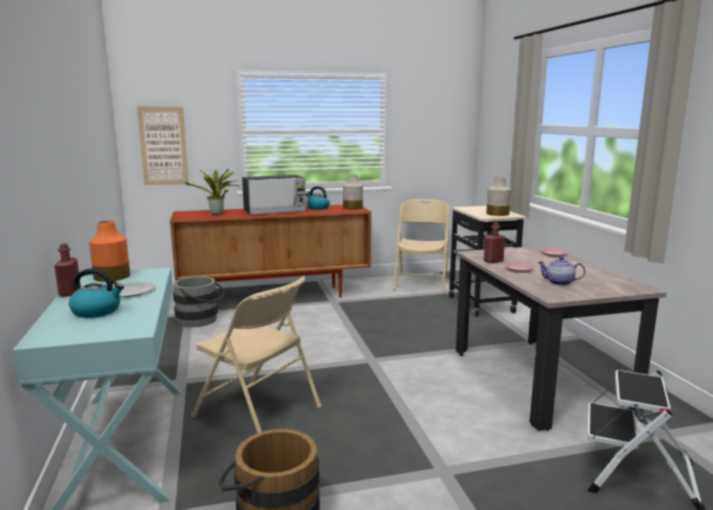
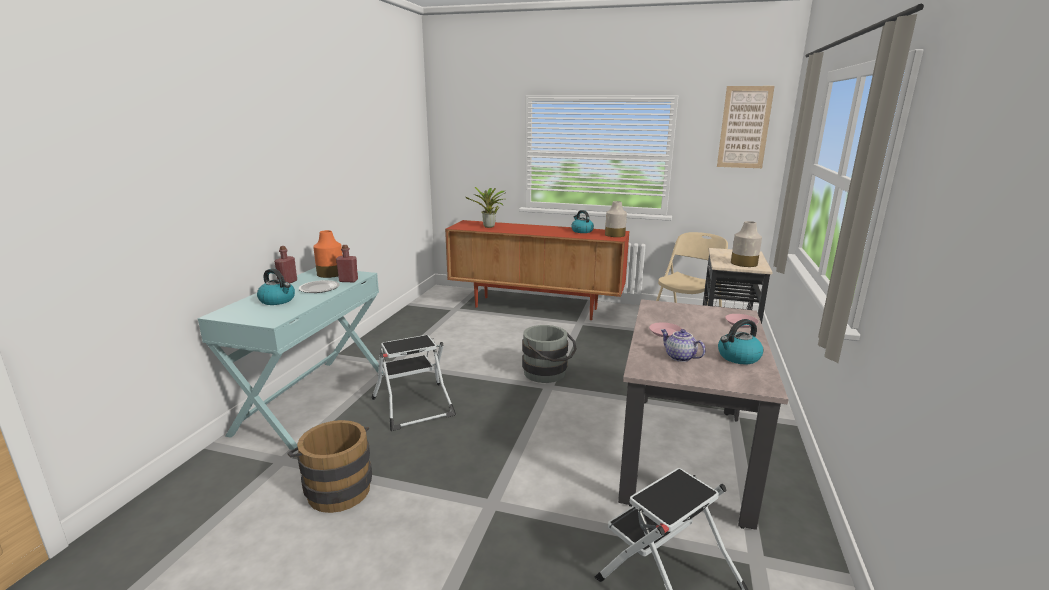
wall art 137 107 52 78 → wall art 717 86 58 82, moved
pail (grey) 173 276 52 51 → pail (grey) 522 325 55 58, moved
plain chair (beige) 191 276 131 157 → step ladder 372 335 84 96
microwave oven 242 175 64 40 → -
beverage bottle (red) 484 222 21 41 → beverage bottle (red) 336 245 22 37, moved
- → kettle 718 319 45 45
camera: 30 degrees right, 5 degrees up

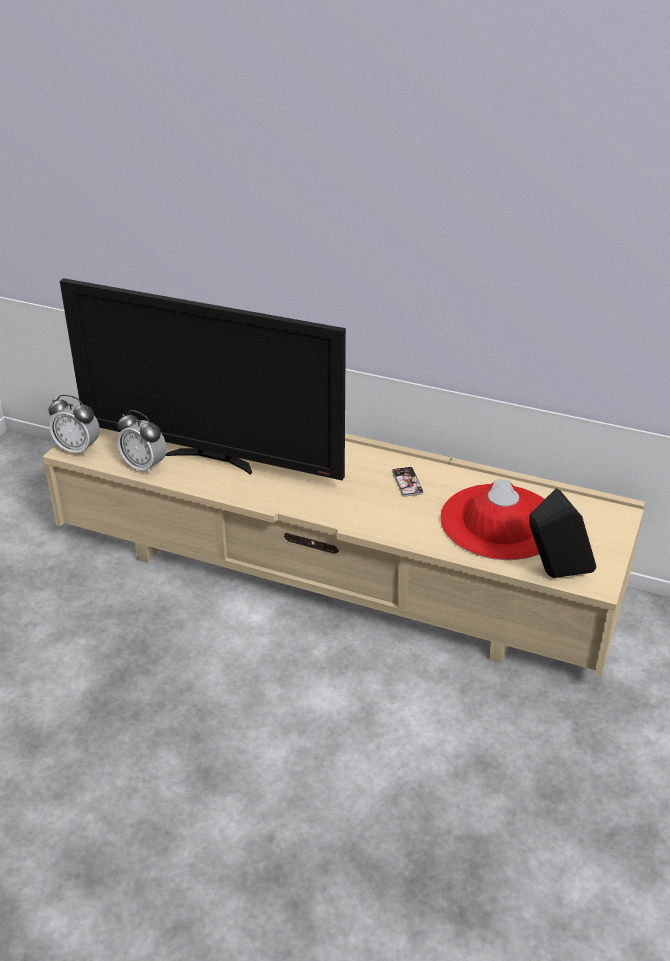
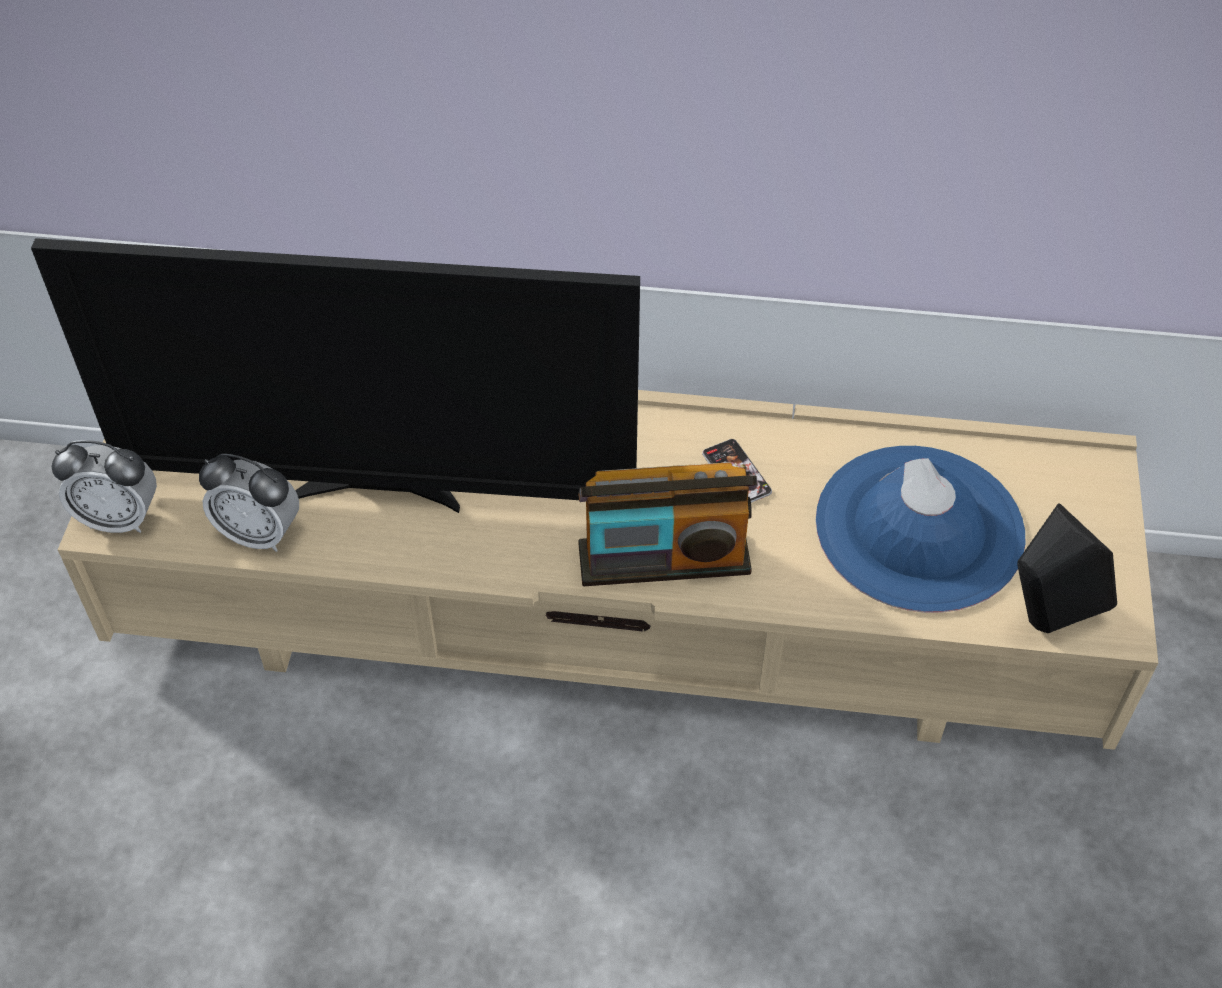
wearable hat (red) 440 480 105 80 → wearable hat (bluish) 815 446 210 167
- → radio 578 462 180 124
camera: 15 degrees left, 15 degrees up

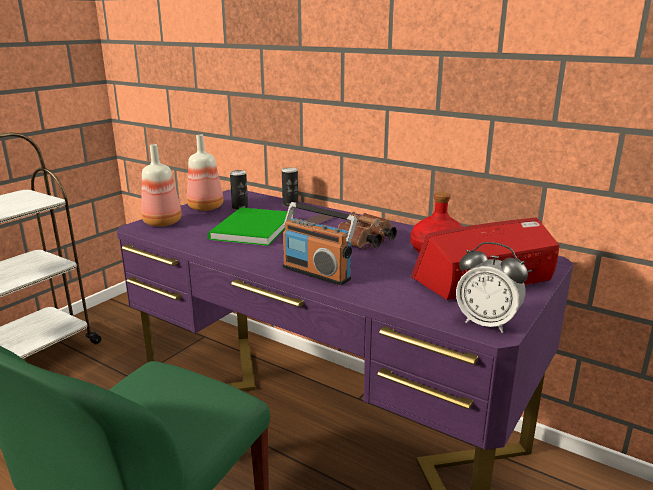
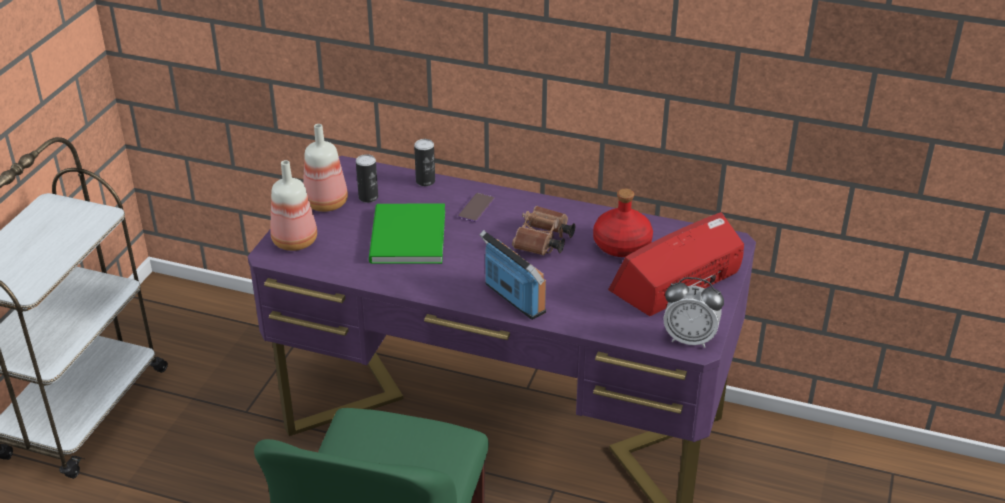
radio 283 202 74 84 → radio 479 230 67 90, 150 degrees counterclockwise
camera: 15 degrees left, 15 degrees up

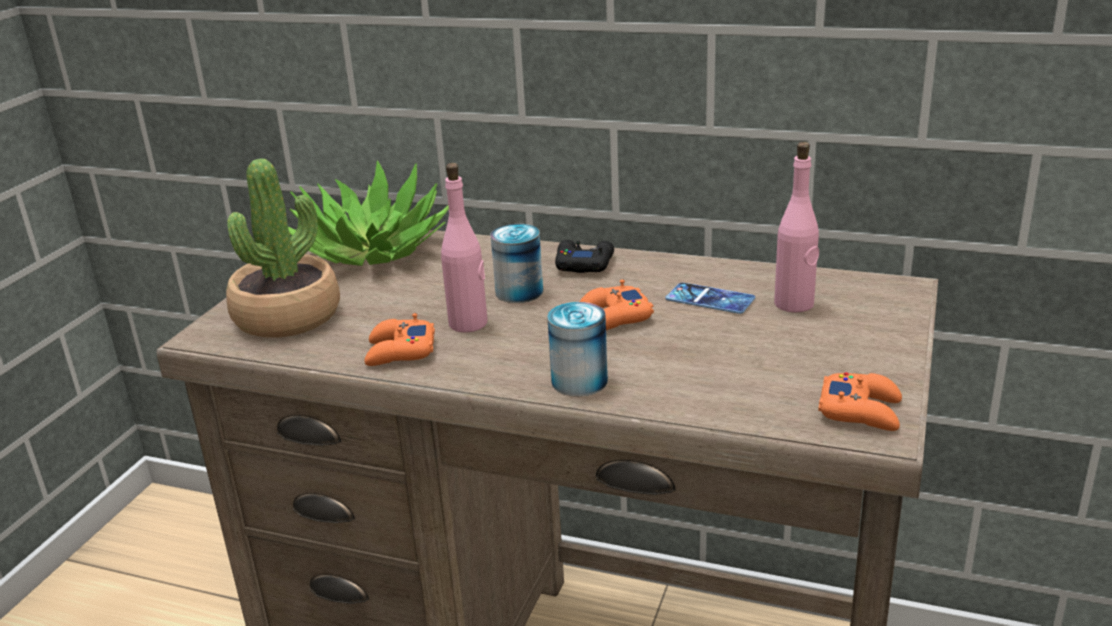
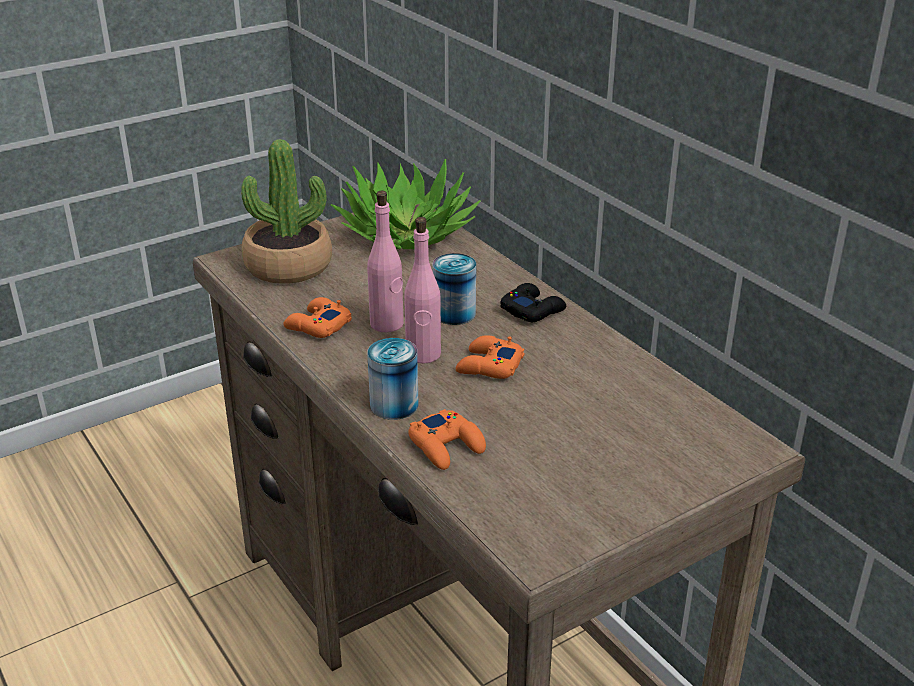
telephone 665 282 90 32 → -
beverage bottle (pink-coloured) 774 142 45 171 → beverage bottle (pink-coloured) 404 217 37 147, moved
game controller (orange-coloured) 818 372 84 59 → game controller (orange-coloured) 408 409 78 61, moved
camera: 35 degrees right, 5 degrees up

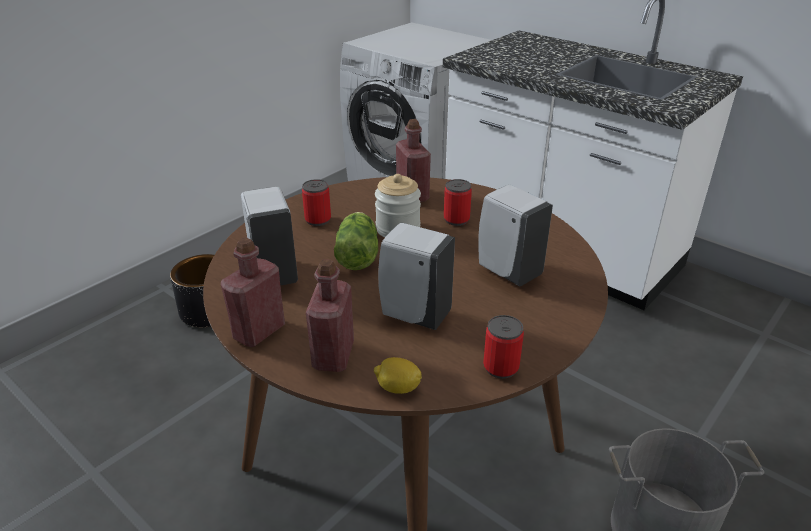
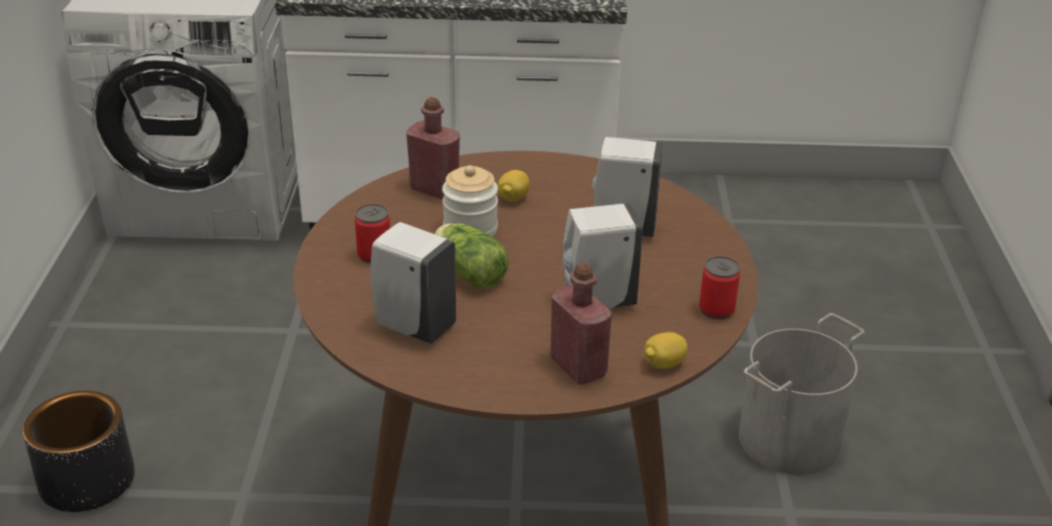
beverage bottle (red) 221 237 64 110 → -
can 444 179 28 47 → whole lemon 497 170 33 31
camera: 40 degrees left, 0 degrees up

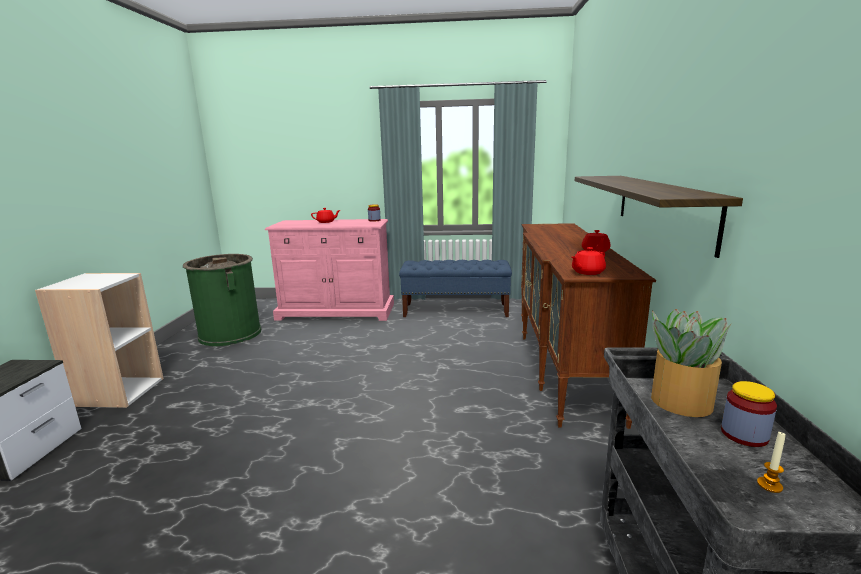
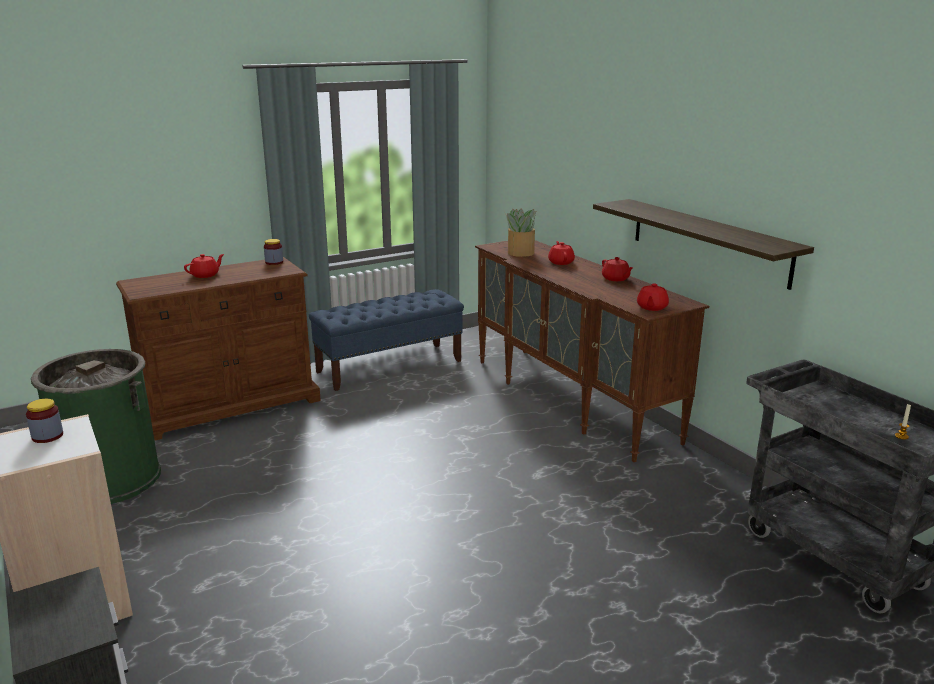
drawer chest (pink-coloured) 265 219 129 102 → drawer chest (brown-coloured) 116 257 205 184
plant in a pot 651 309 80 108 → plant in a pot 505 208 32 49, moved
storage jar 721 381 56 66 → storage jar 26 399 37 44, moved
- → tea pot (red) 548 241 27 24
camera: 35 degrees left, 5 degrees up

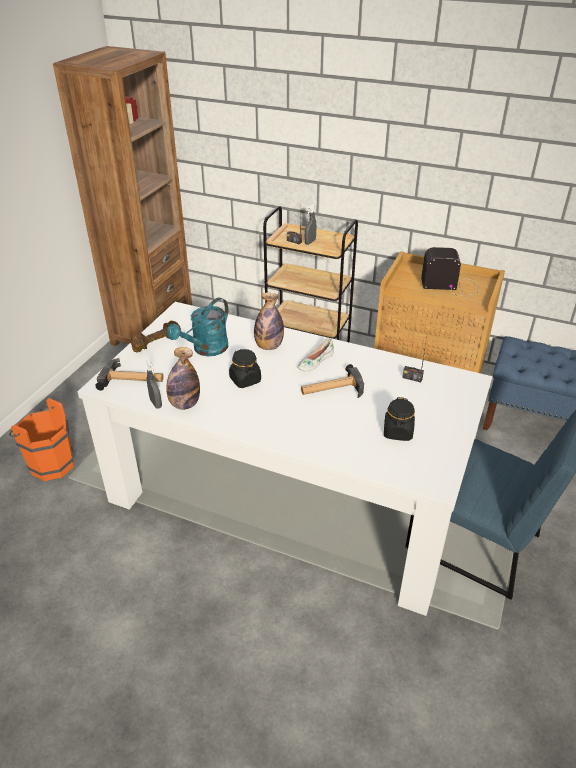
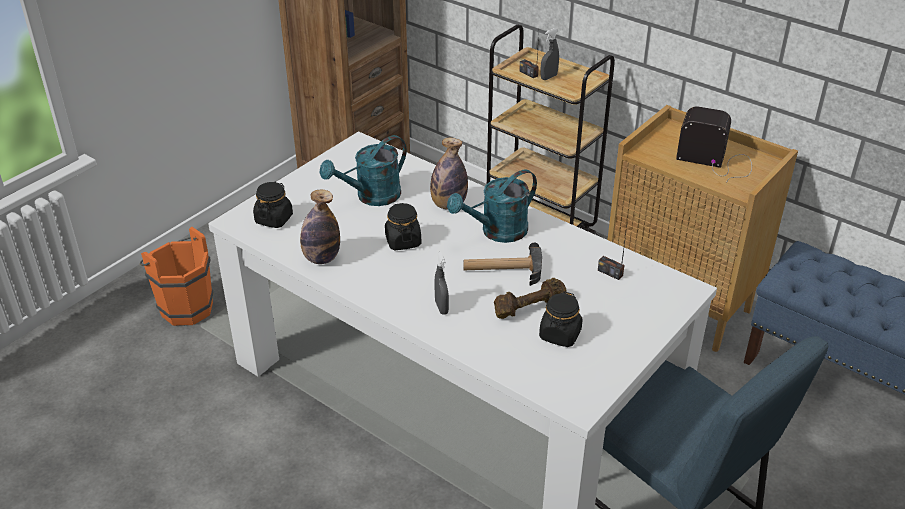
hammer 95 358 68 33 → storage jar (black) 253 182 40 46
hand weight (brown-coloured) 130 320 51 32 → hand weight (brown-coloured) 494 278 73 41, moved
spray bottle (grey) 146 359 16 49 → spray bottle (grey) 435 252 14 63, moved
item of footwear (whitish) 298 338 36 34 → sprinkling can (turquoise-coloured) 447 169 90 74
camera: 15 degrees right, 0 degrees up

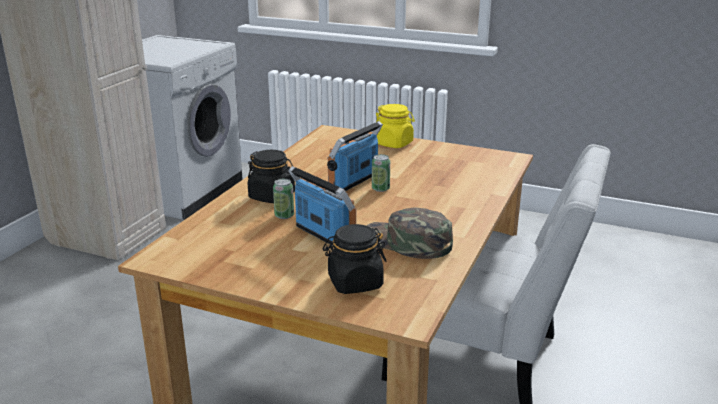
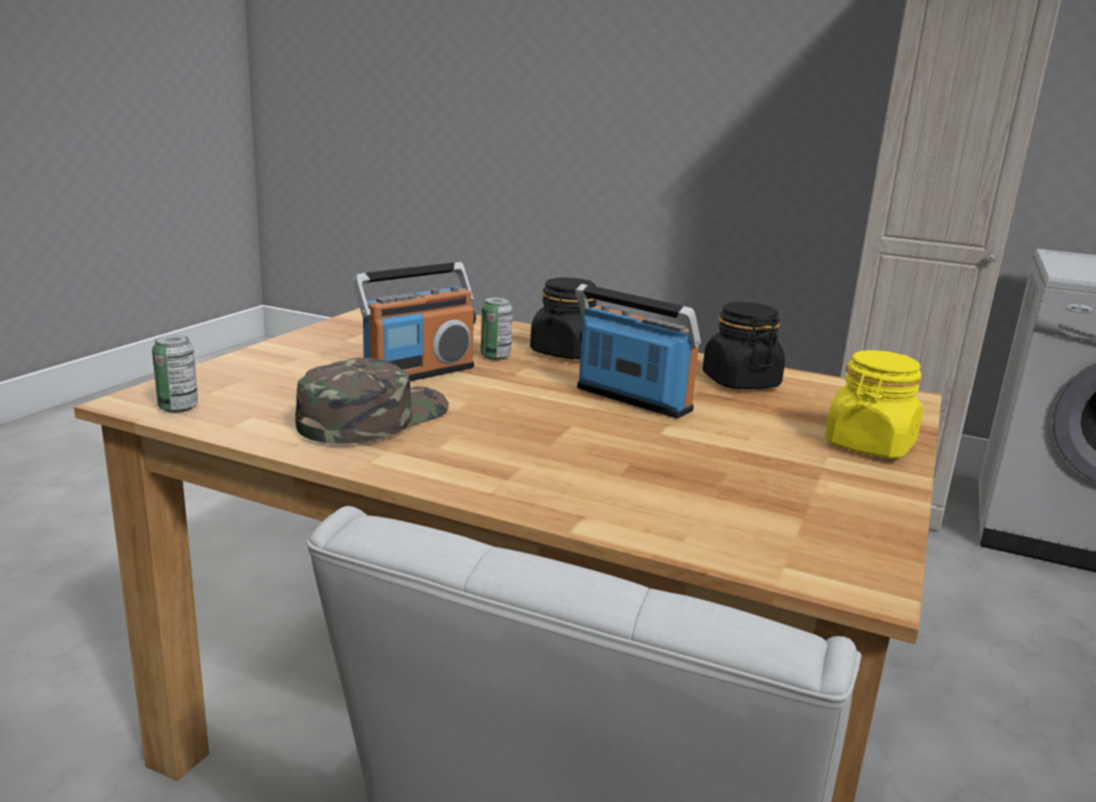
storage jar (black) 323 224 64 70 → storage jar (black) 703 302 82 87, moved
can 372 154 18 38 → can 152 335 46 78, moved
camera: 90 degrees right, 5 degrees down

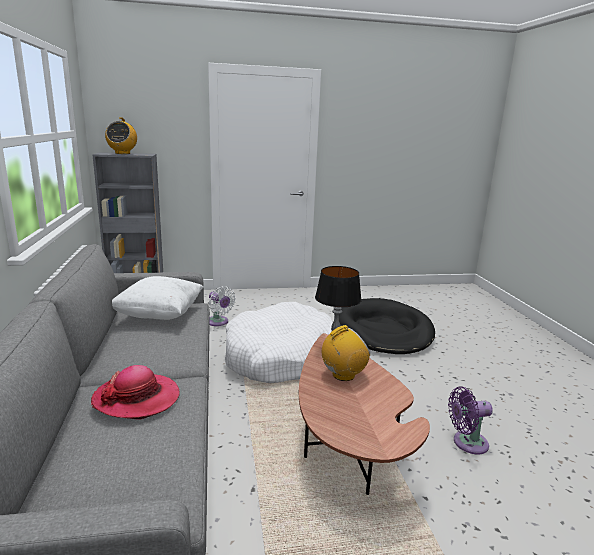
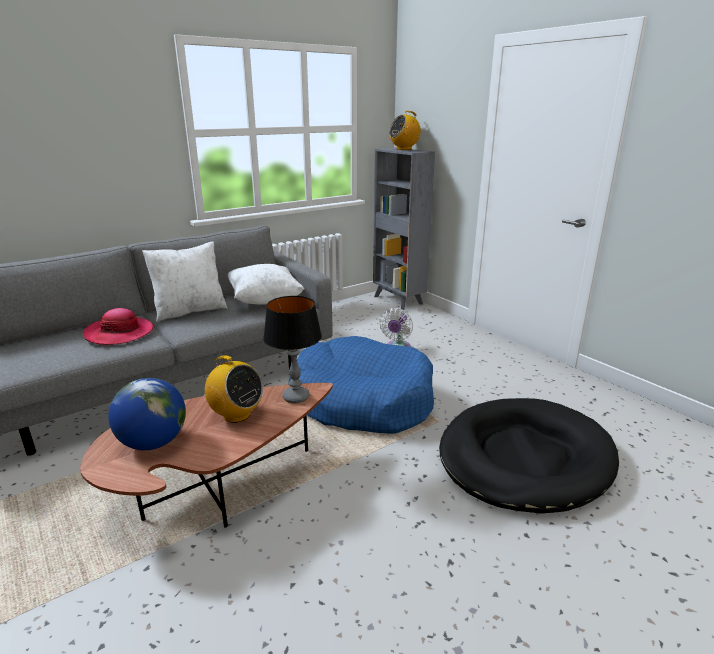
pet bed (whitish) 225 302 108 82 → pet bed (bluish) 288 336 146 98
fan (purple) 448 386 45 68 → -
- → world globe 108 378 78 72
- → cushion (whitish) 142 242 86 80
camera: 65 degrees right, 5 degrees up

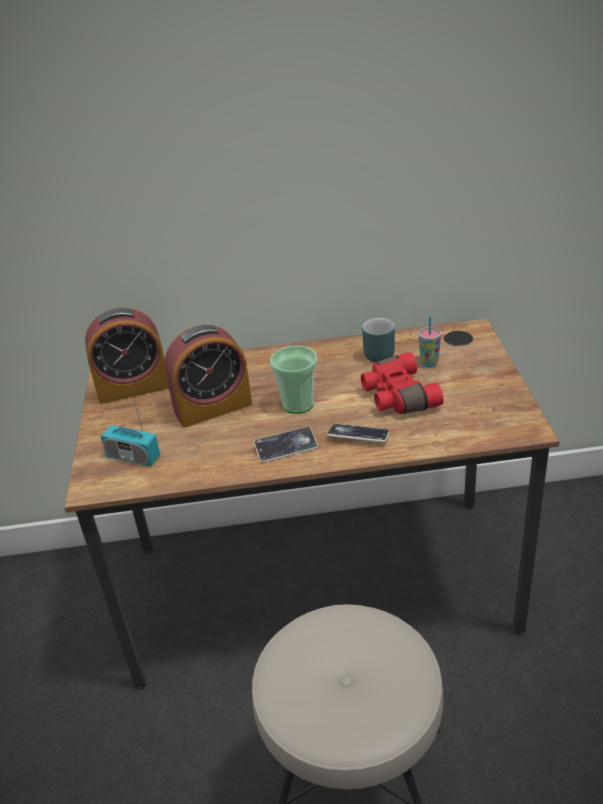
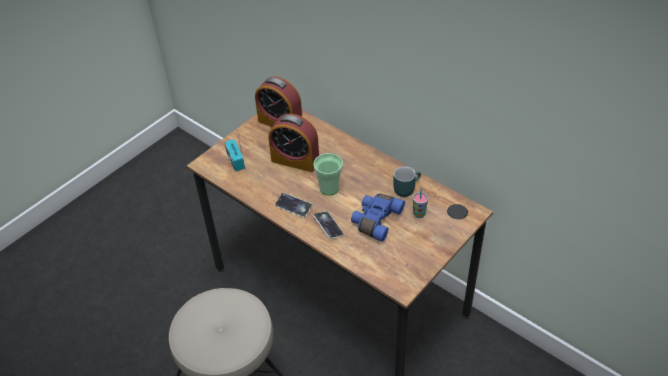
field glasses (red) 361 352 82 62 → field glasses (bluish) 351 194 54 48
camera: 45 degrees right, 10 degrees up

